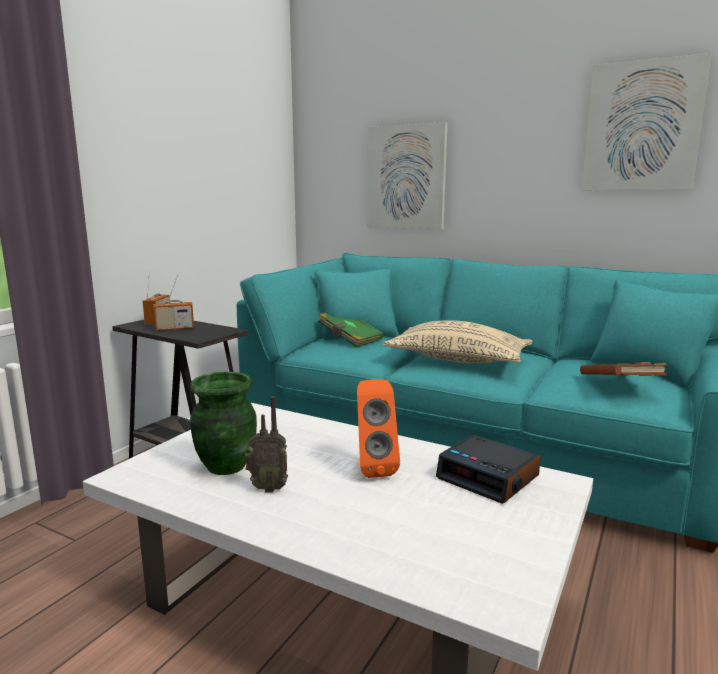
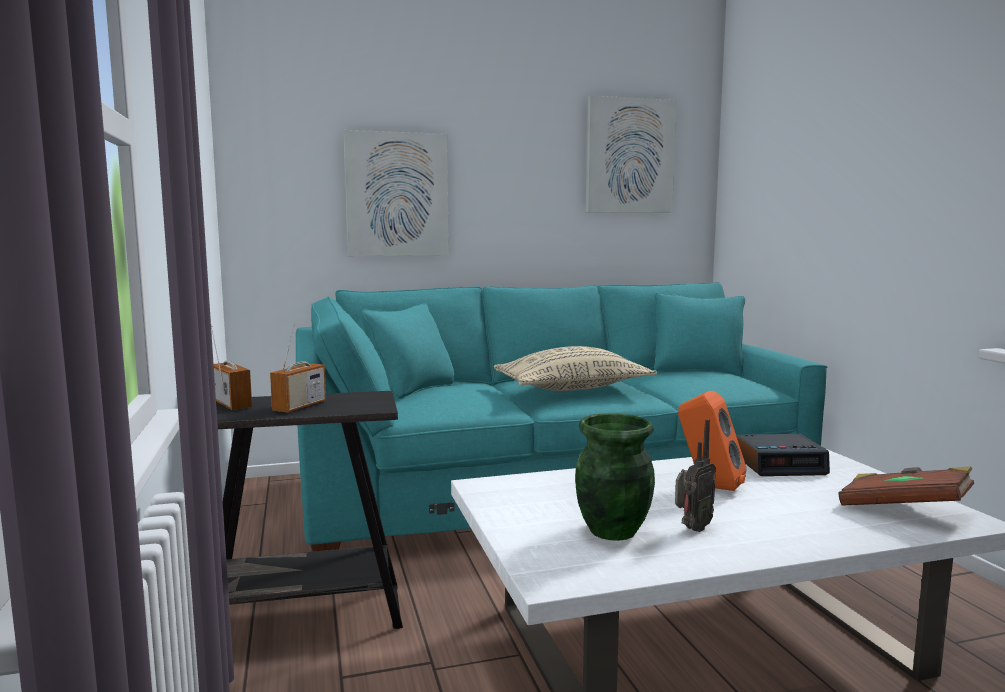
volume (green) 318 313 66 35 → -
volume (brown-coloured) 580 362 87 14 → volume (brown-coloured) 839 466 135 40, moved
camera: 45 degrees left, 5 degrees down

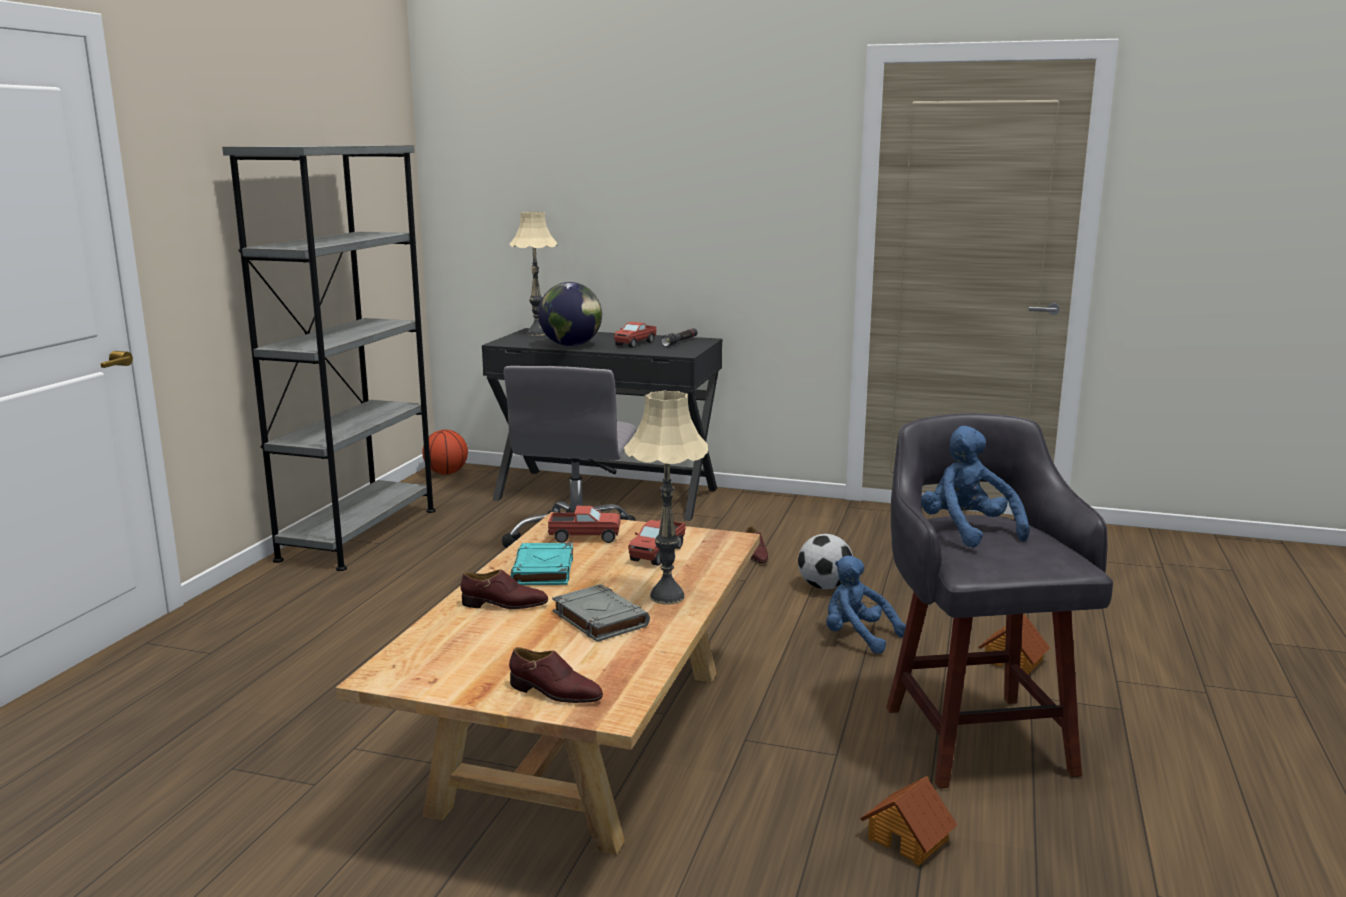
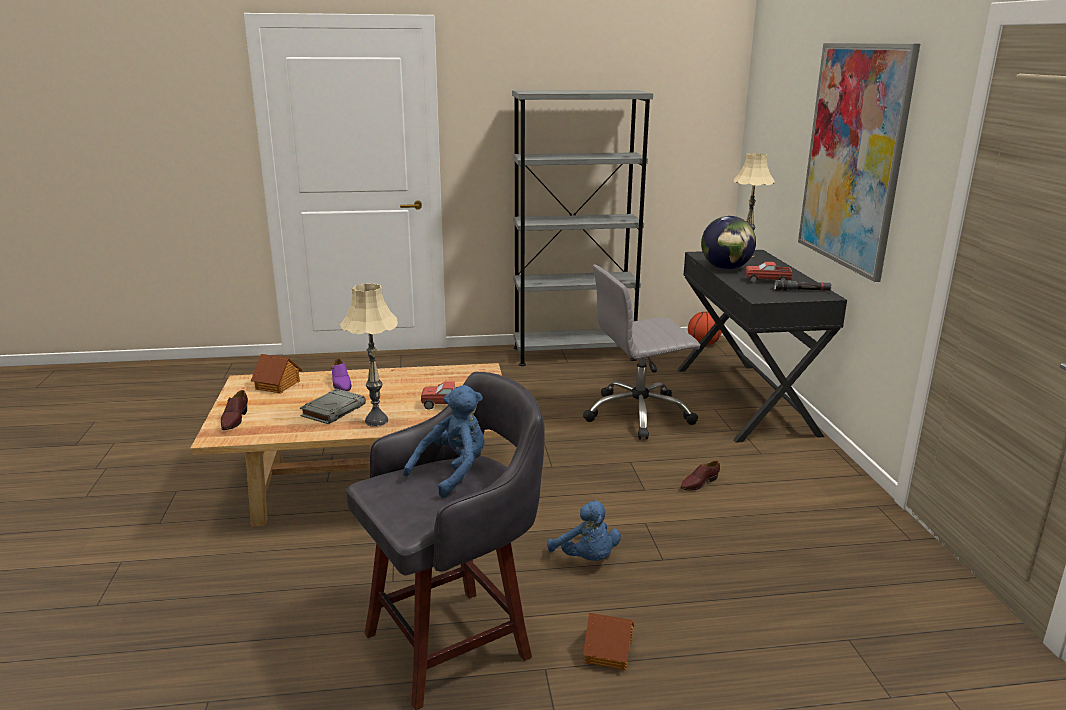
item of footwear (brown-coloured) 461 569 87 40 → item of footwear (purple) 331 358 20 33
volume (turquoise-coloured) 510 543 63 42 → -
model truck 548 506 73 37 → -
football ball 798 534 55 55 → -
cuddly toy (bluish) 826 555 80 99 → cuddly toy (bluish) 547 500 74 61, 135 degrees clockwise
miniature house 860 776 97 90 → miniature house 251 354 51 39, moved
- → wall art 798 43 122 239
camera: 65 degrees right, 5 degrees up

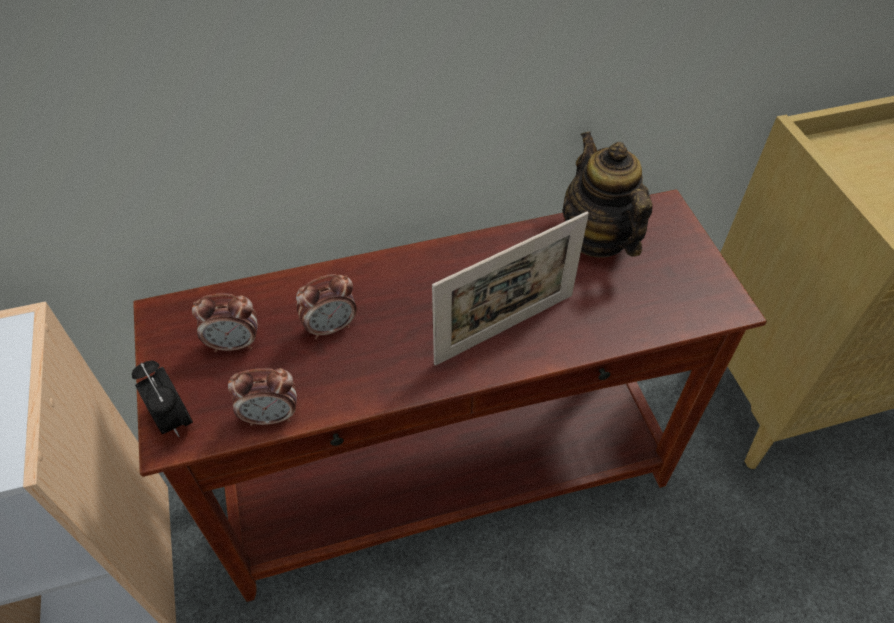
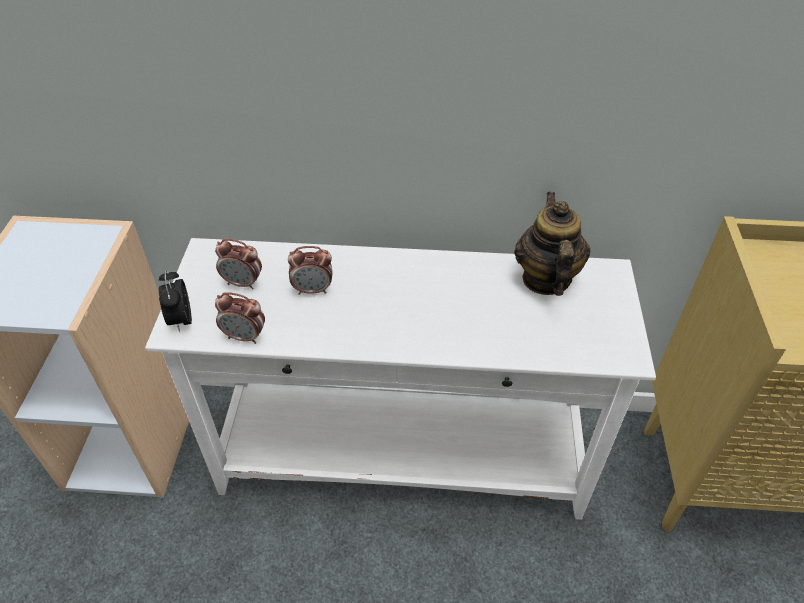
hall table (brown-coloured) 133 189 634 413 → hall table (whitish) 145 238 511 282
standing frame 432 212 157 154 → -
camera: 20 degrees right, 5 degrees down

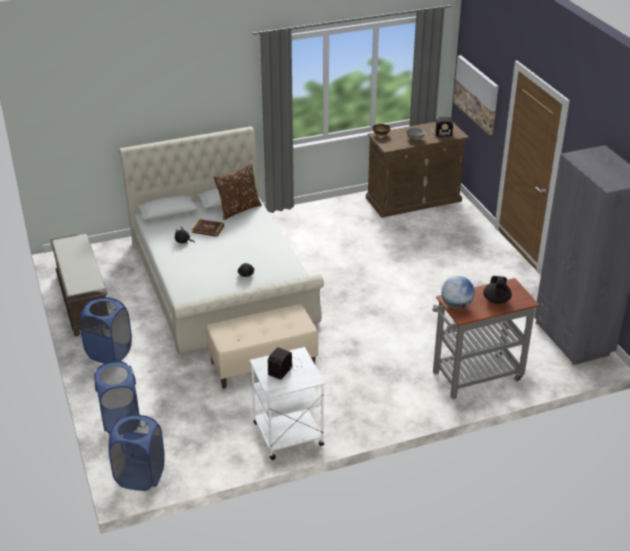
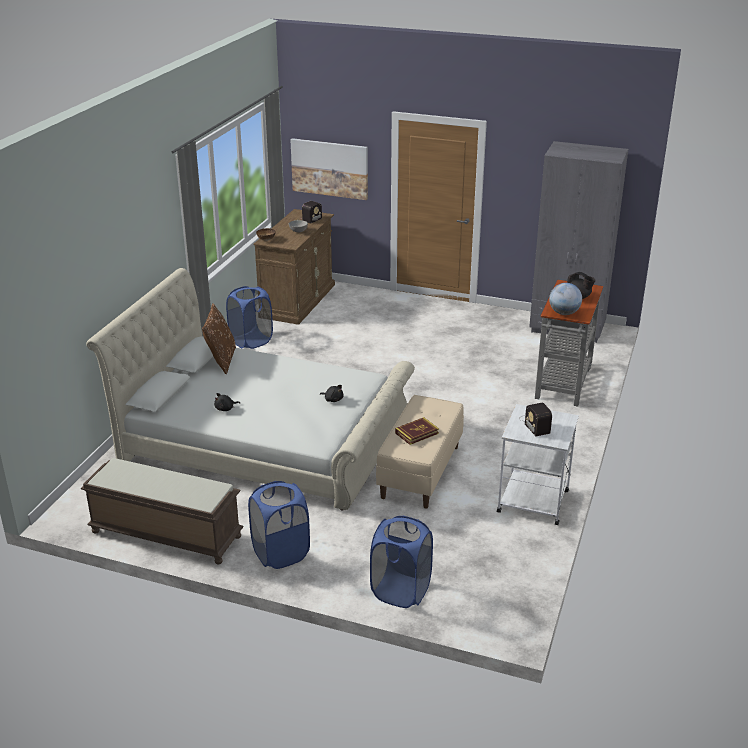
washing basket (bluish) 108 414 57 77 → washing basket (bluish) 226 286 47 63, moved
volume 192 219 32 18 → volume 395 417 44 28, moved
camera: 50 degrees left, 5 degrees down

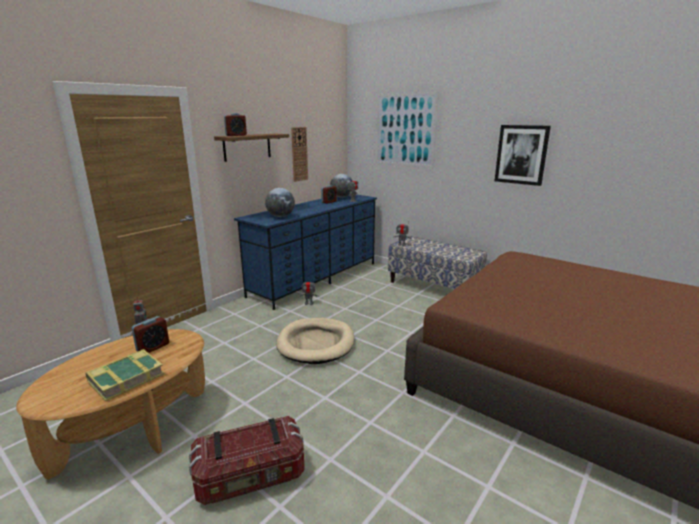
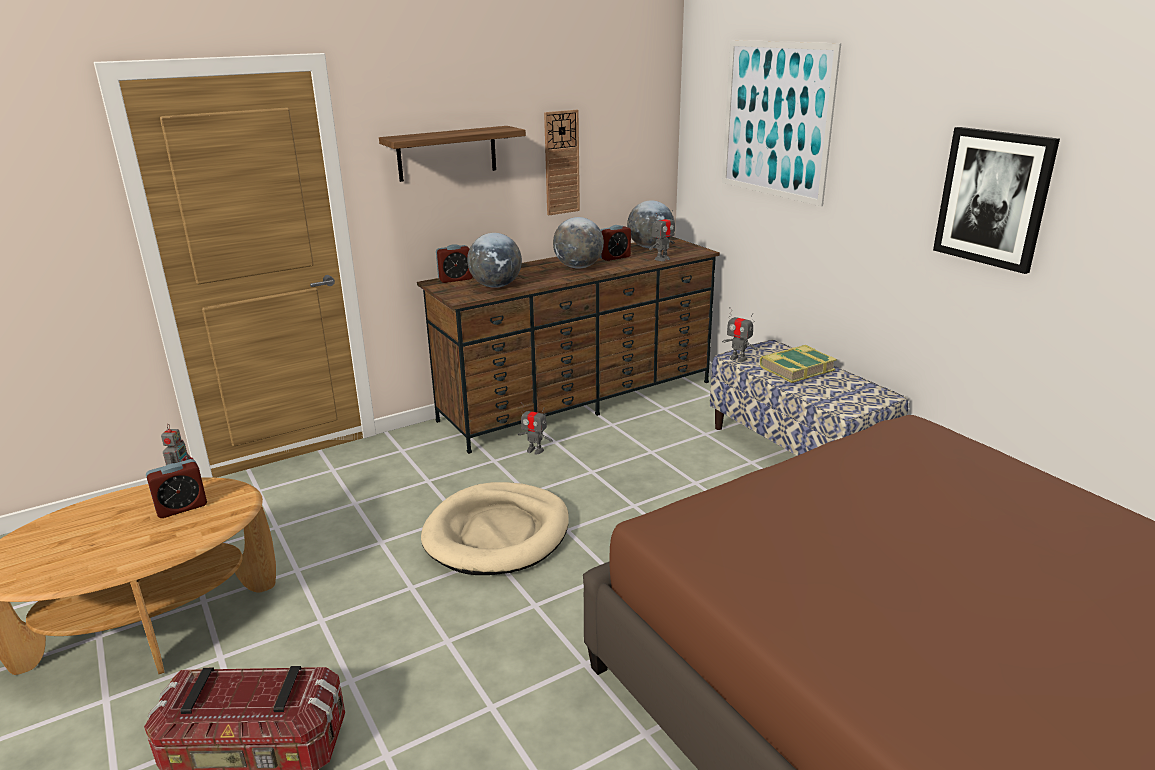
volume 86 349 78 52 → volume 760 345 77 38, moved
bedside clock 224 113 23 23 → bedside clock 436 244 37 39, moved
drawer chest (bluish) 234 195 143 115 → drawer chest (brown-coloured) 417 236 303 218
- → world globe 553 217 51 52
camera: 20 degrees right, 5 degrees up

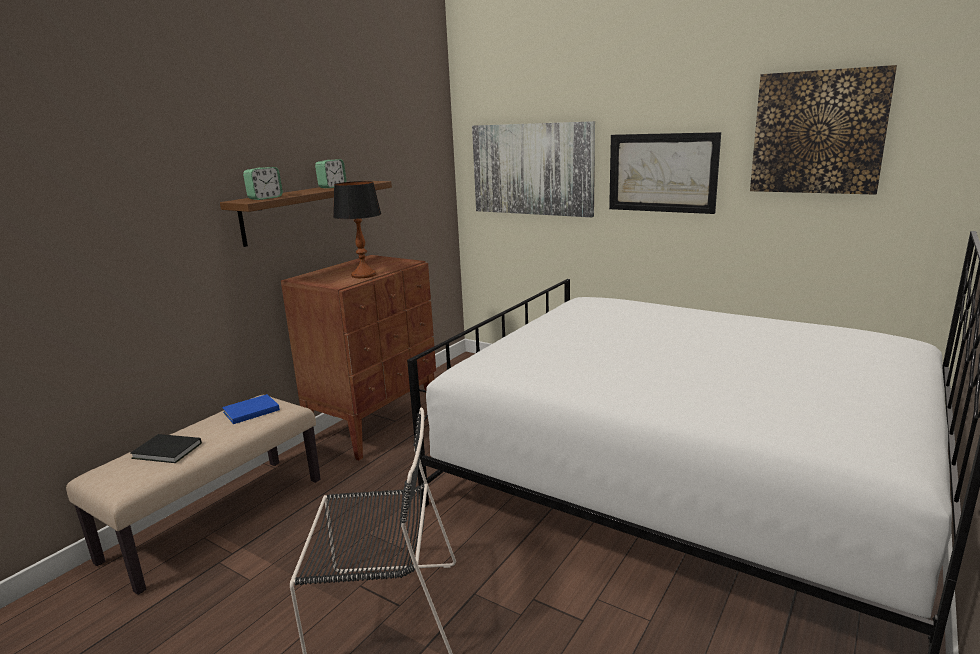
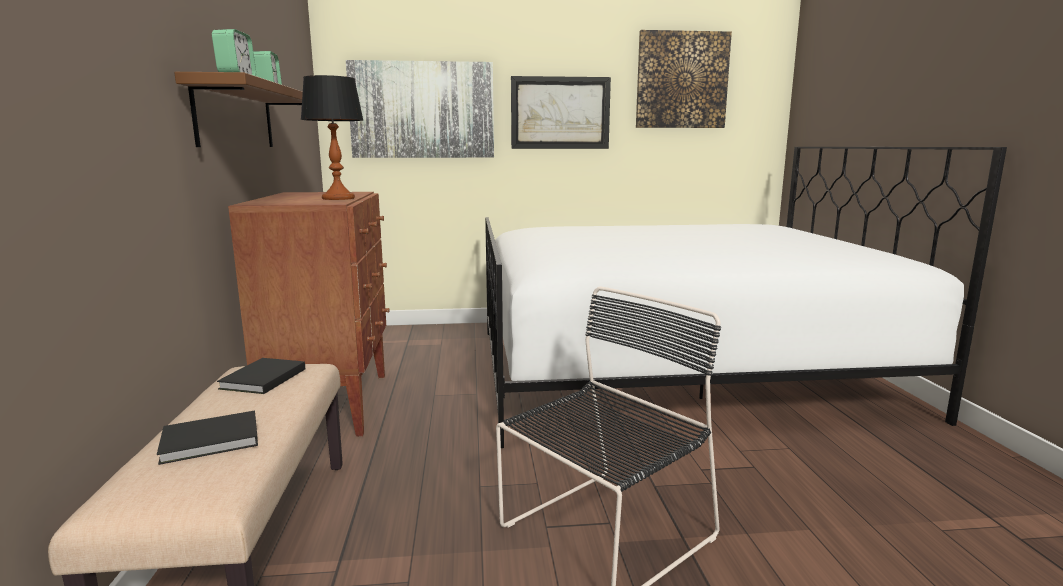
volume (bluish) 222 394 58 30 → volume (black) 217 358 88 36
camera: 40 degrees left, 5 degrees down

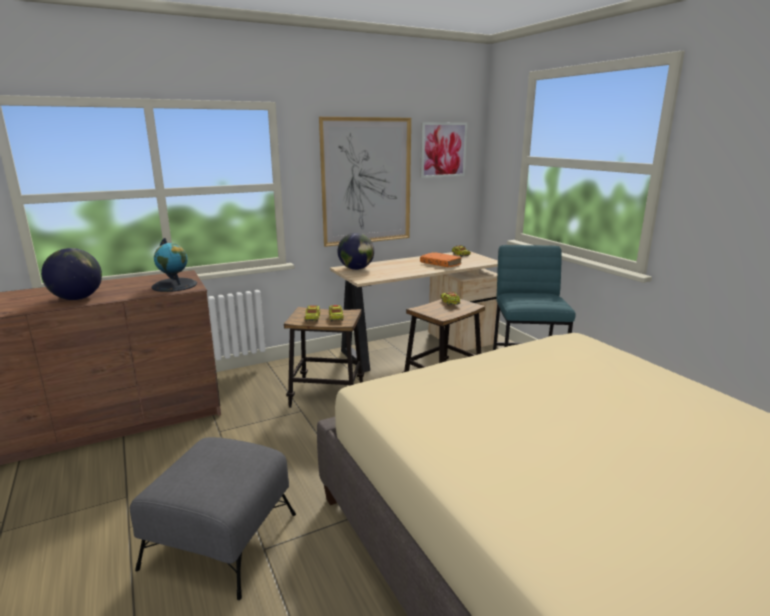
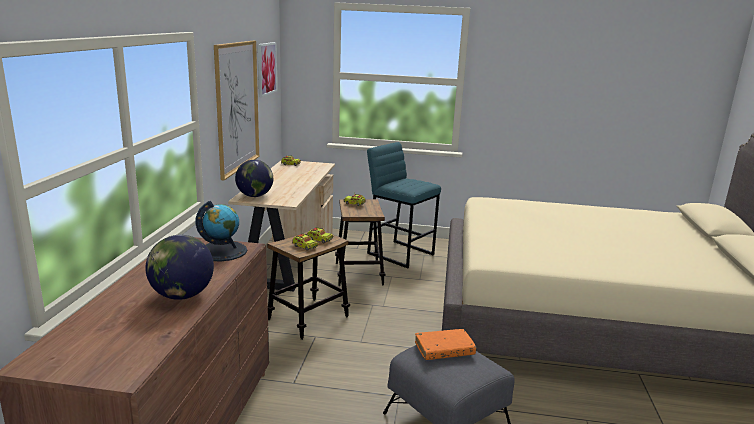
volume (orange-coloured) 420 252 42 15 → volume (orange-coloured) 415 329 61 31, moved
camera: 55 degrees left, 0 degrees up

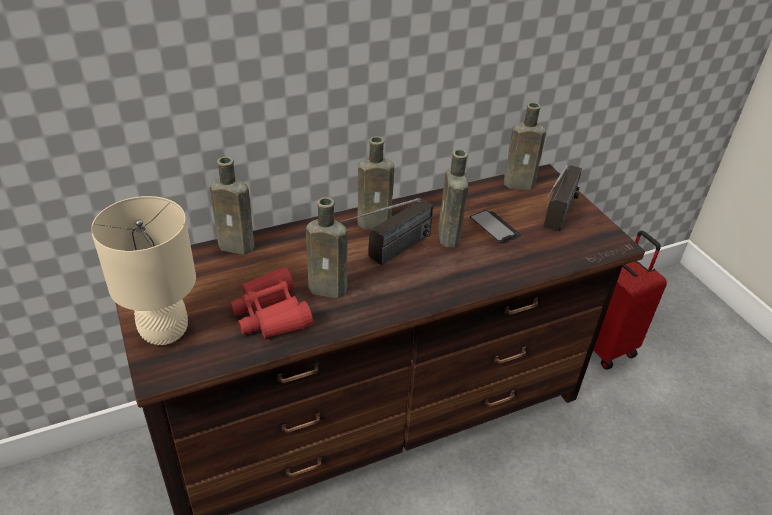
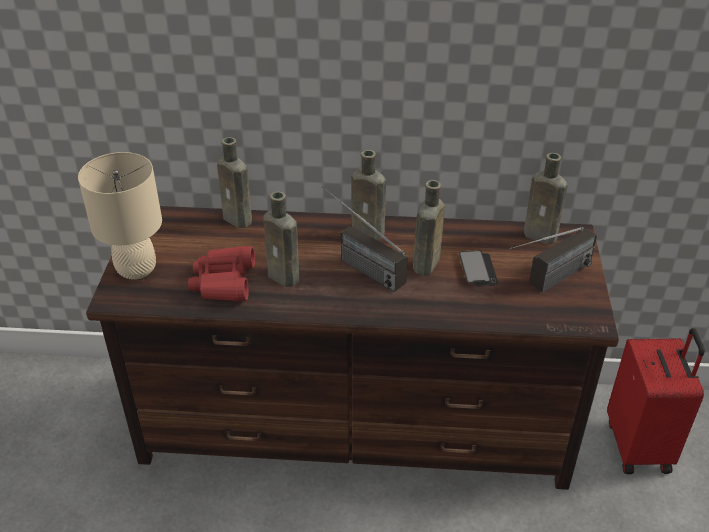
radio 340 198 93 67 → radio 322 186 86 106, 60 degrees clockwise
camera: 30 degrees right, 0 degrees up

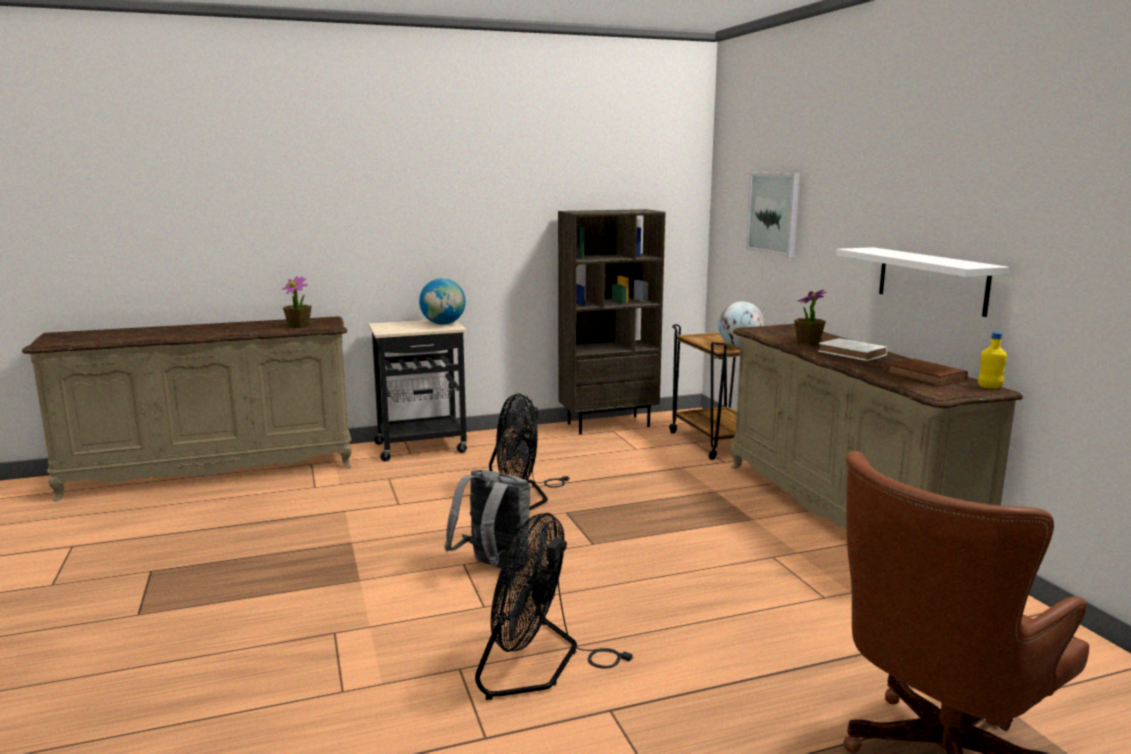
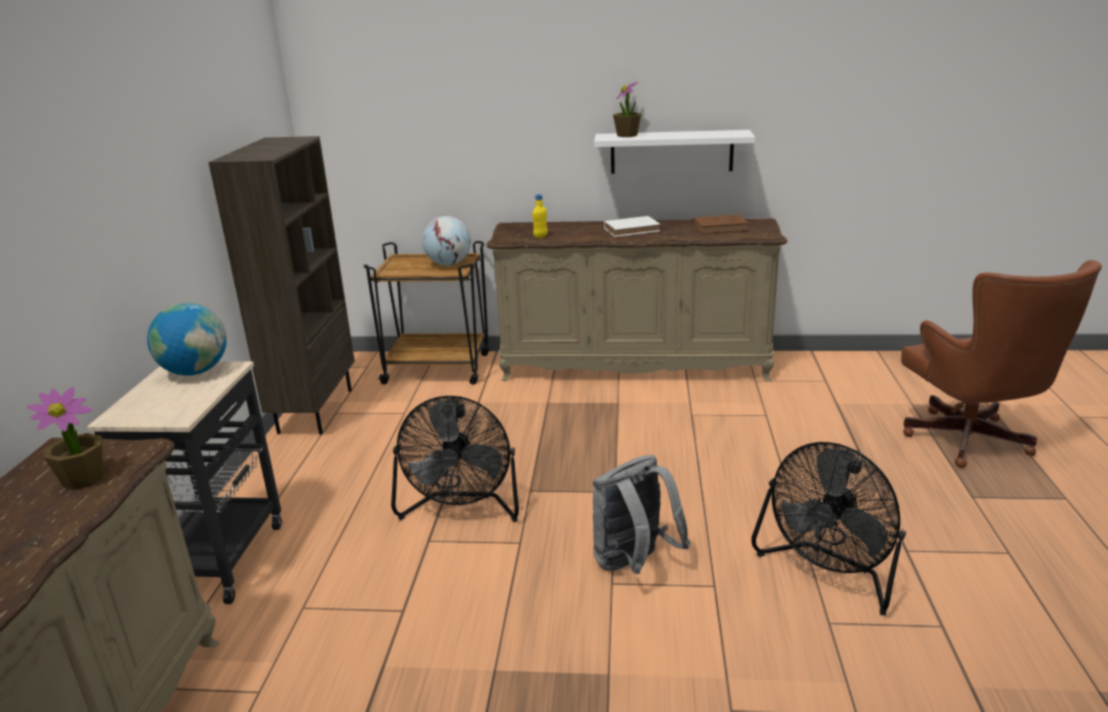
wall art 746 172 54 85 → -
plant in a pot 794 290 33 54 → plant in a pot 613 81 29 56, moved
beverage bottle (yellow-coloured) 978 332 29 57 → beverage bottle (yellow-coloured) 532 194 16 44, moved
camera: 65 degrees left, 10 degrees up

